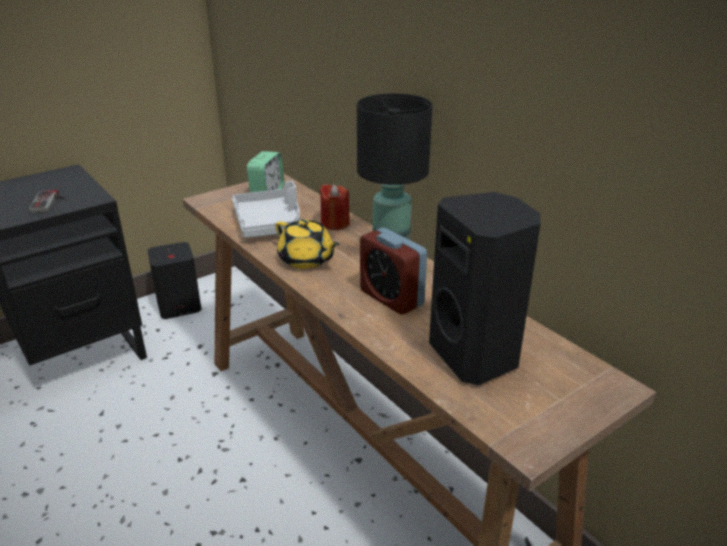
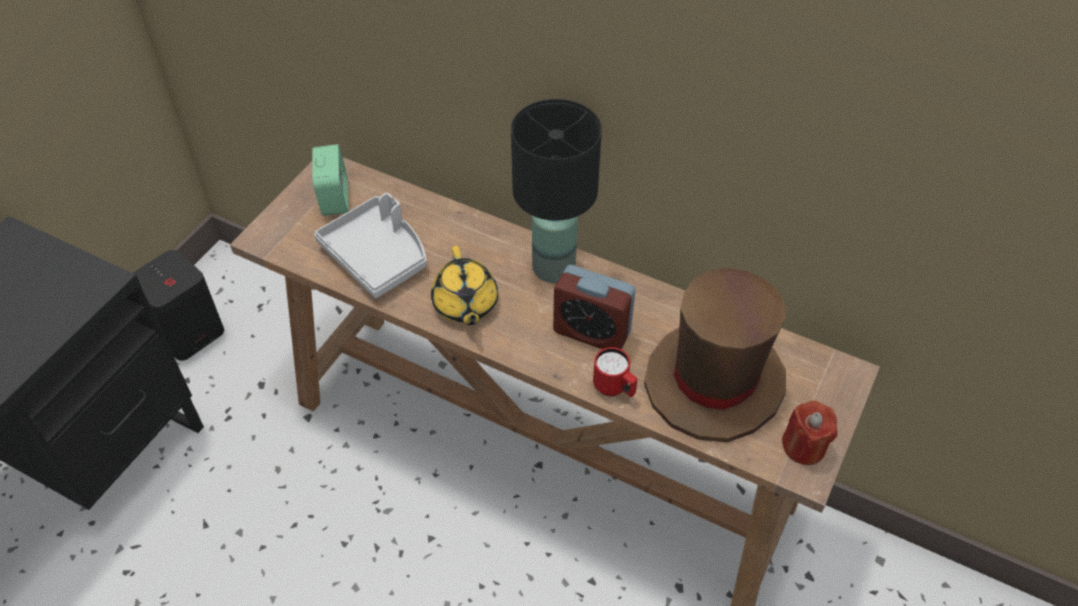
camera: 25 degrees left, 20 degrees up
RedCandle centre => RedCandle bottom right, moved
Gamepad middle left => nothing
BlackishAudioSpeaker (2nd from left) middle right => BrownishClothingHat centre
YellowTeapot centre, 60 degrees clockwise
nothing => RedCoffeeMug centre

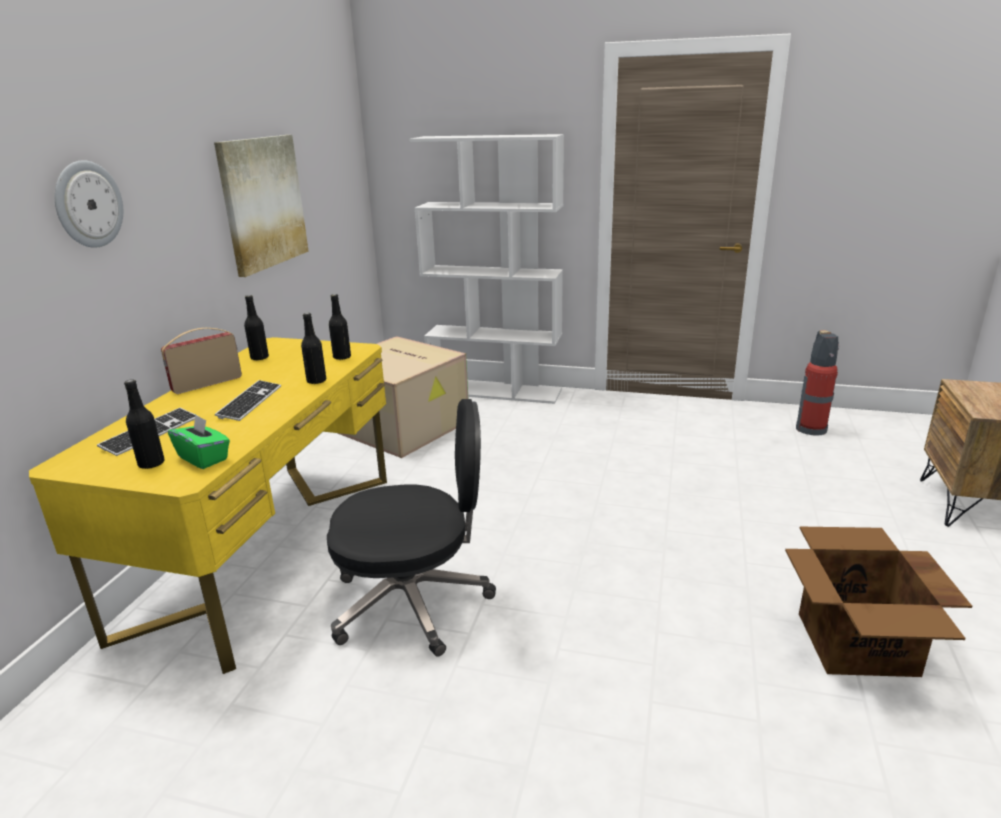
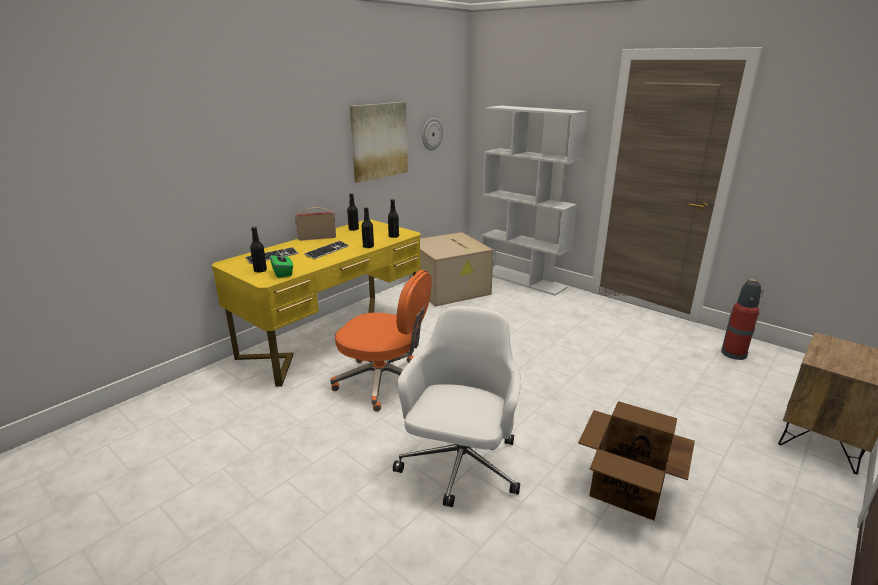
camera: 25 degrees right, 0 degrees up
ClockOnTheWall top left => ClockOnTheWall top centre, moved
BlackishDeskChair centre => OrangeColouredDeskChair centre
nothing => WhitishDeskChair bottom centre

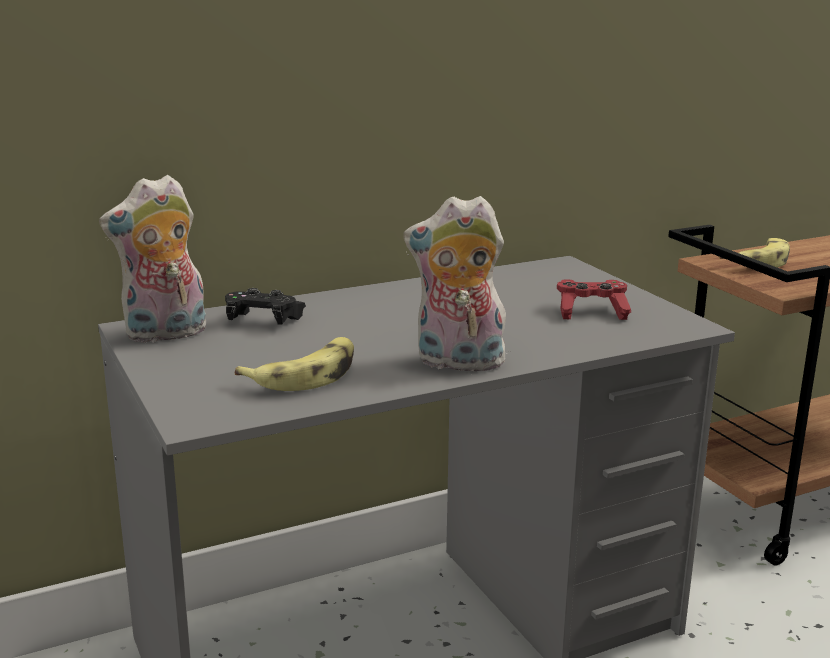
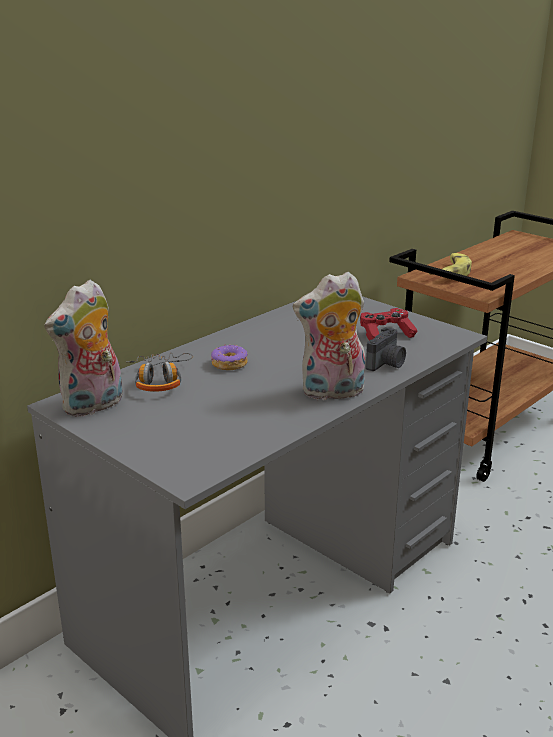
camera: 20 degrees left, 5 degrees up
BlackishGamepad middle left => Headset middle left
Banana (1st from left) centre => nothing
nothing => StillCamera middle right
nothing => Doughnut centre

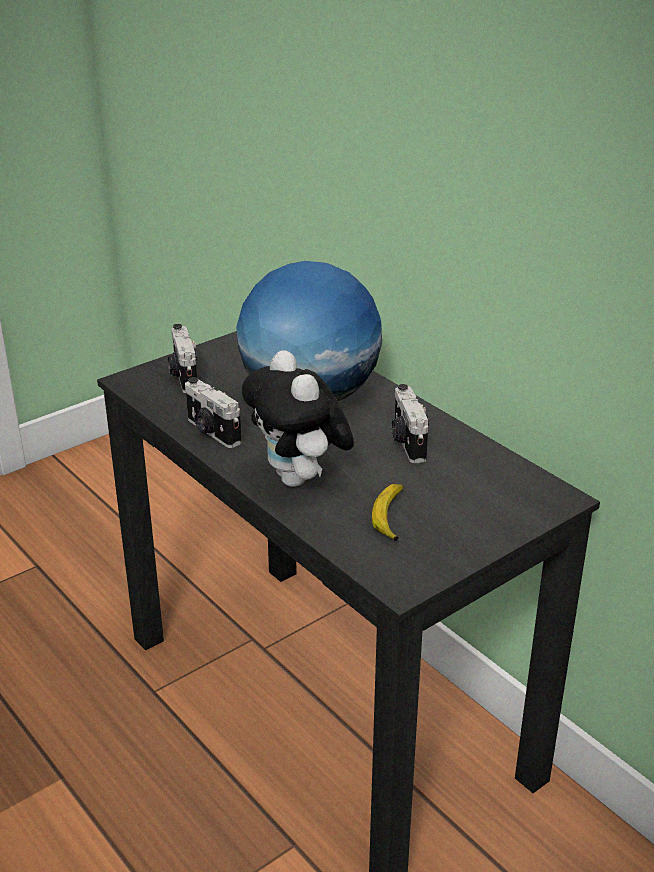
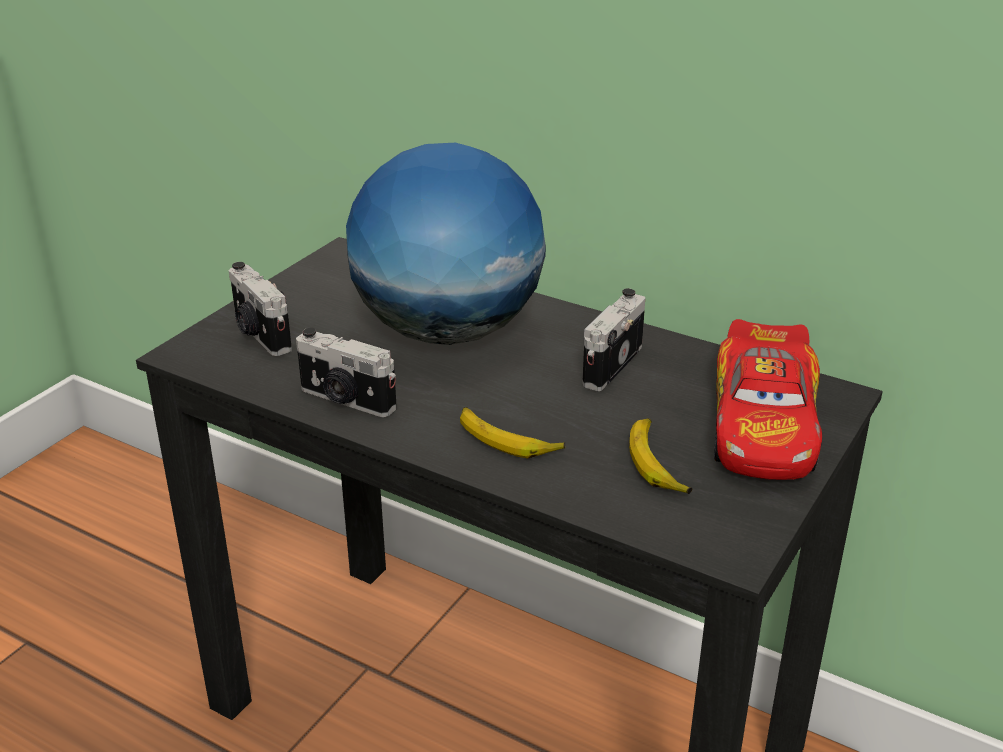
camera: 20 degrees left, 0 degrees up
SoftToy centre => Banana (1st from left) centre
StillCamera (3rd from left) centre, 60 degrees clockwise
nothing => MiniatureCar middle right

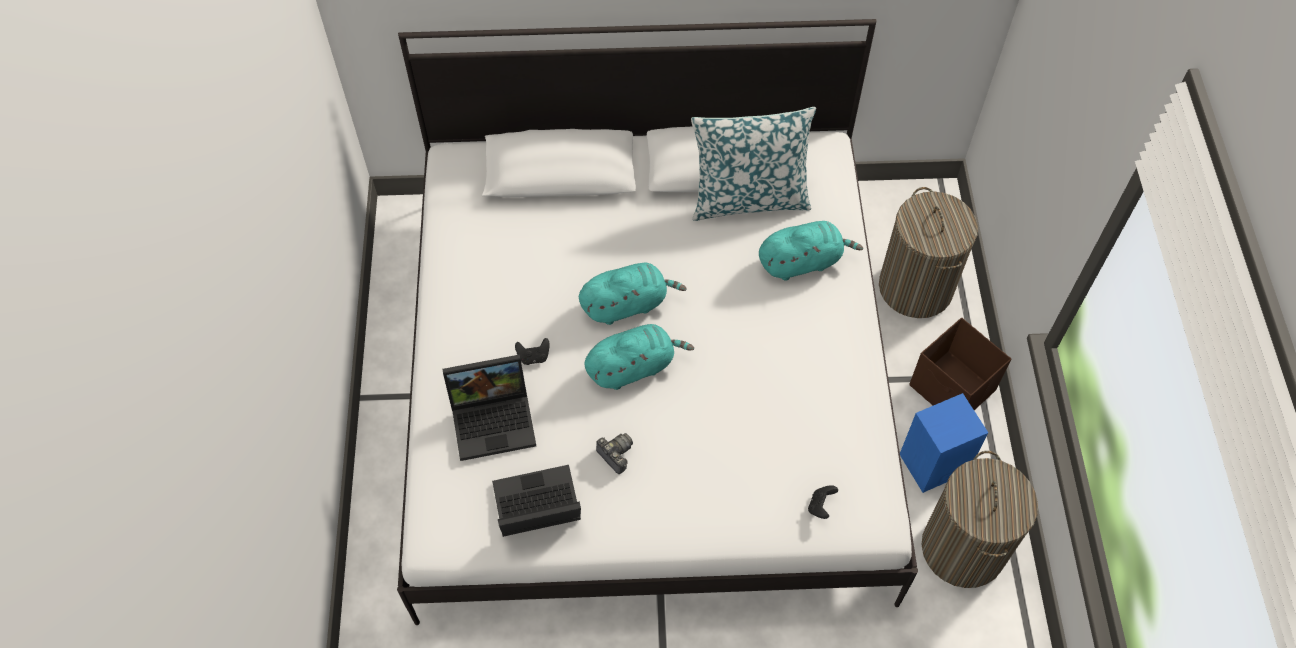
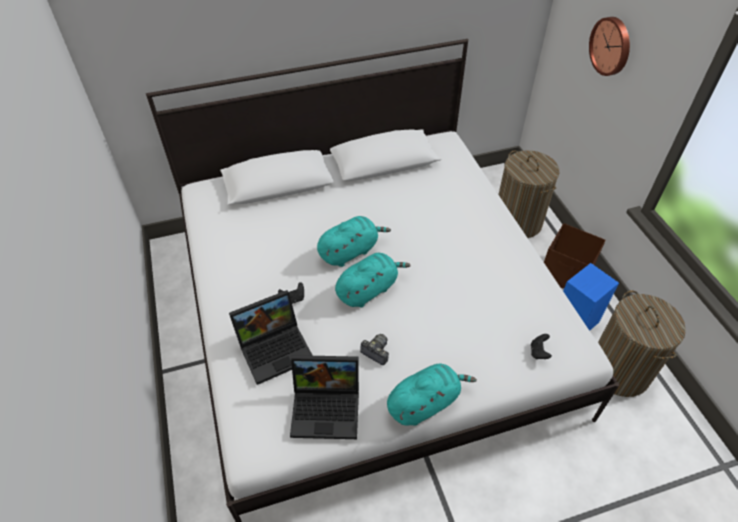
camera: 15 degrees left, 10 degrees down
Pillow top centre => nothing
BlueGreenSoftToy (3rd from left) centre => BlueGreenSoftToy (3rd from left) bottom centre, moved
Laptop (2nd from left) bottom centre, 150 degrees counterclockwise
nothing => ClockOnTheWall top right

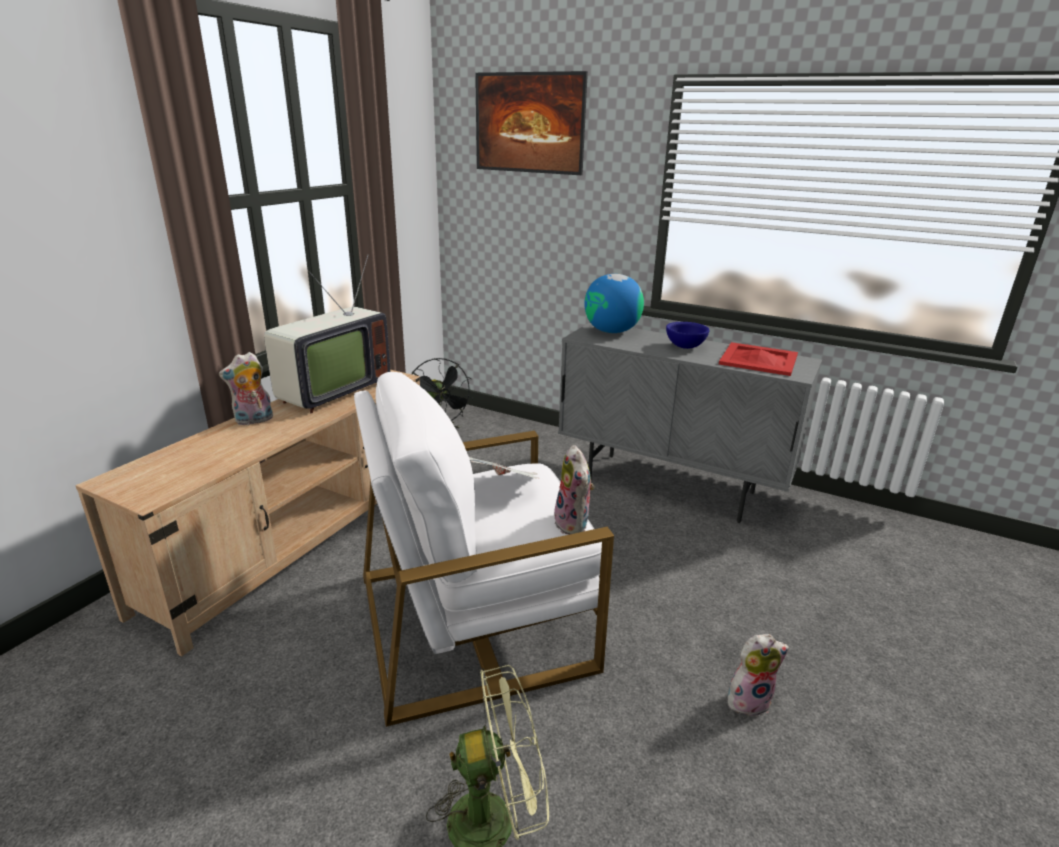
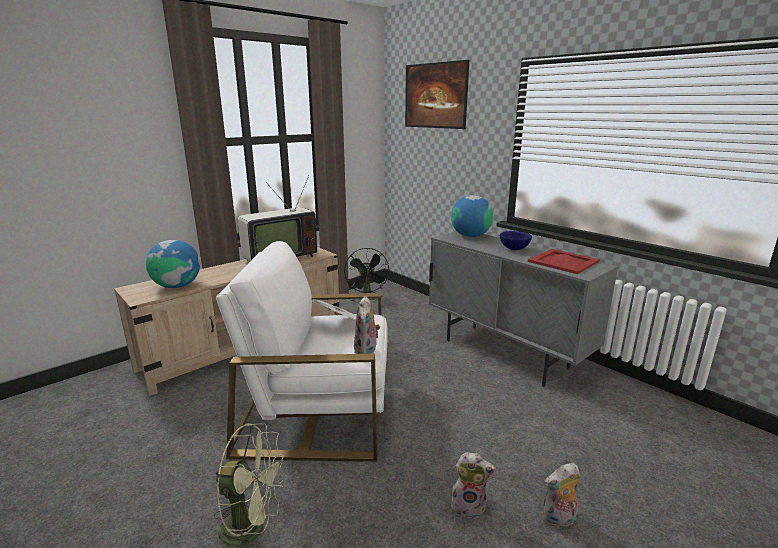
camera: 20 degrees right, 5 degrees down
SoftToy (1st from left in the first image) middle left => SoftToy (3rd from left) bottom right, moved
nothing => Globe (1st from left) middle left

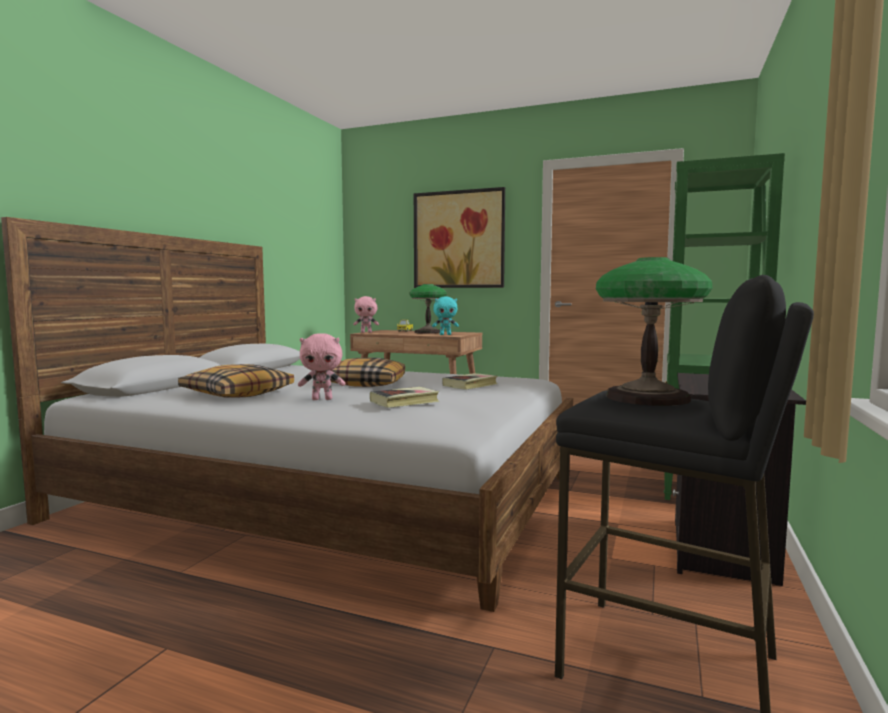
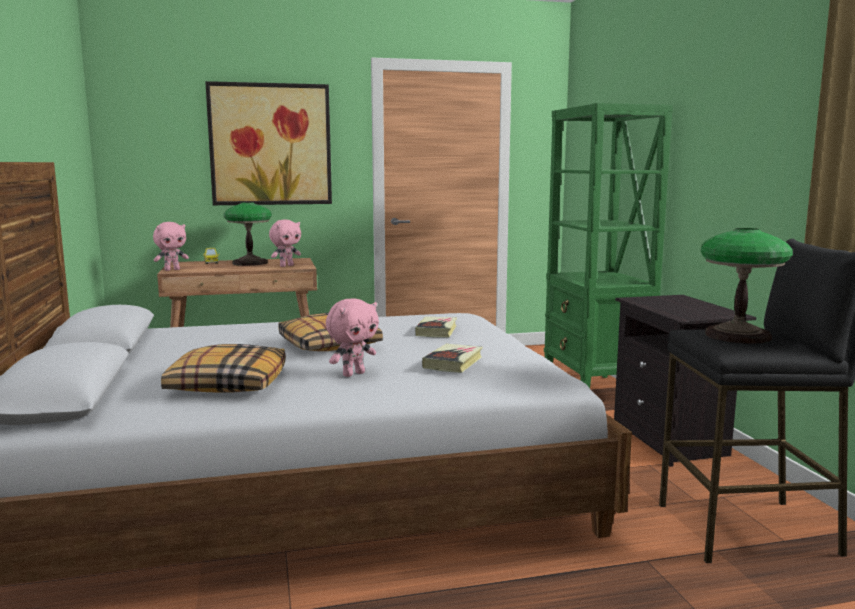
camera: 35 degrees left, 5 degrees up
BlueGreenSoftToy centre => PinkishSoftToy (2nd from left) centre

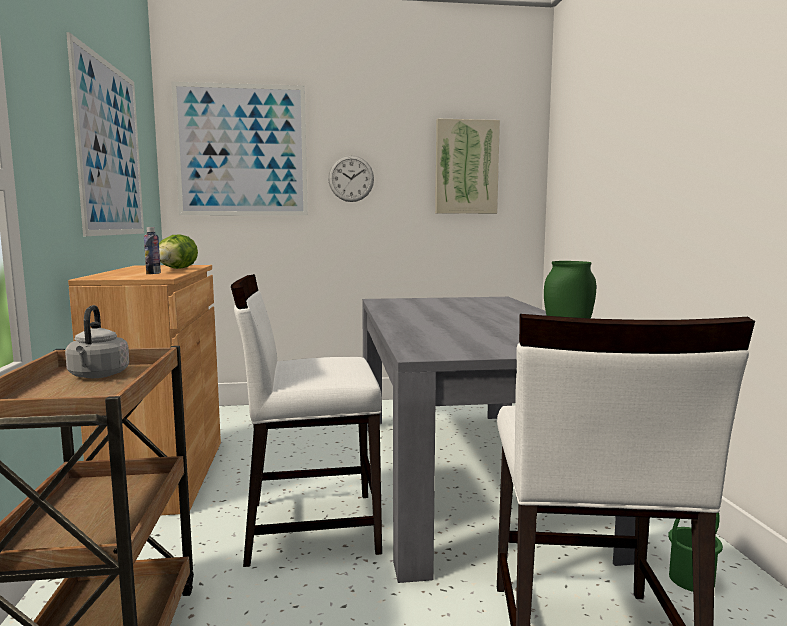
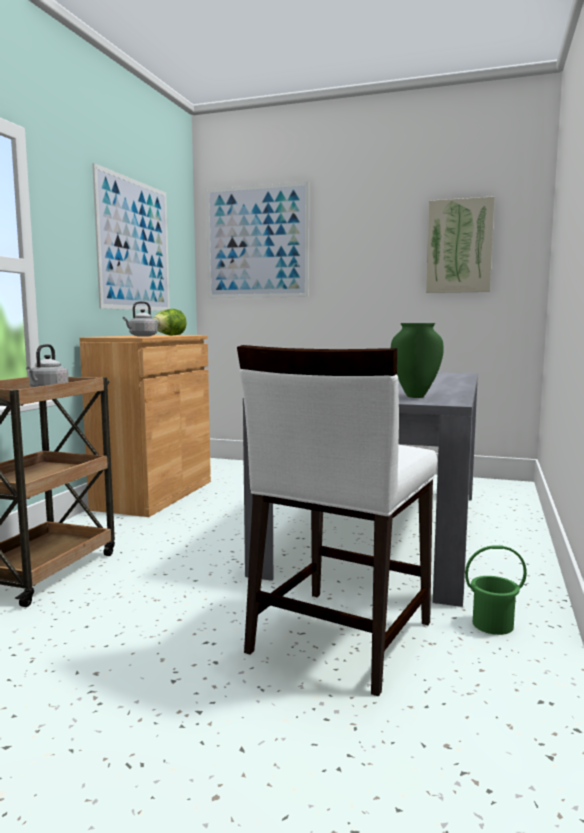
camera: 25 degrees right, 0 degrees up
ClockOnTheWall top centre => nothing
BeverageBottle middle left => GrayKettle (2nd from left) middle left
WhitishUprightChair (1st from left) bottom centre => nothing

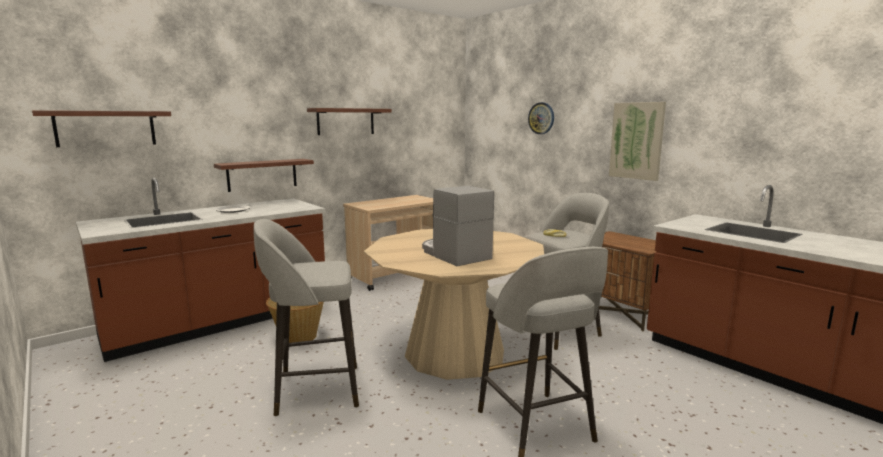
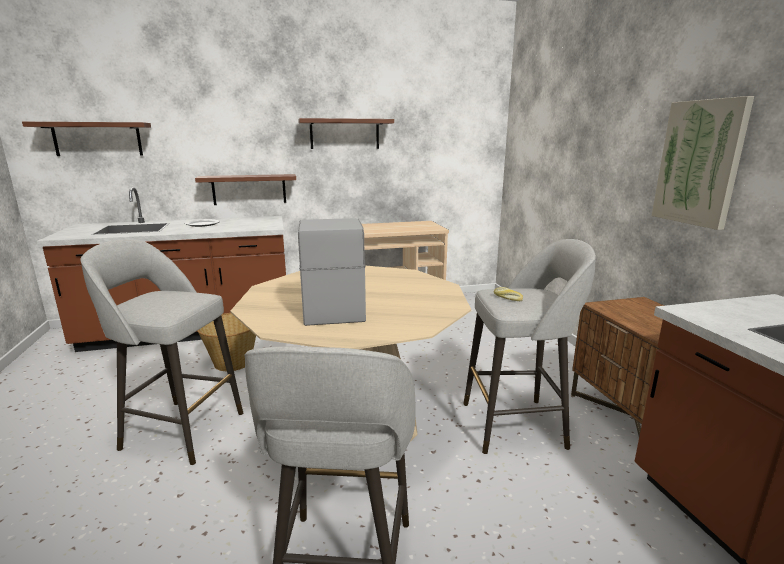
camera: 25 degrees right, 5 degrees up
ClockOnTheWall top centre => nothing

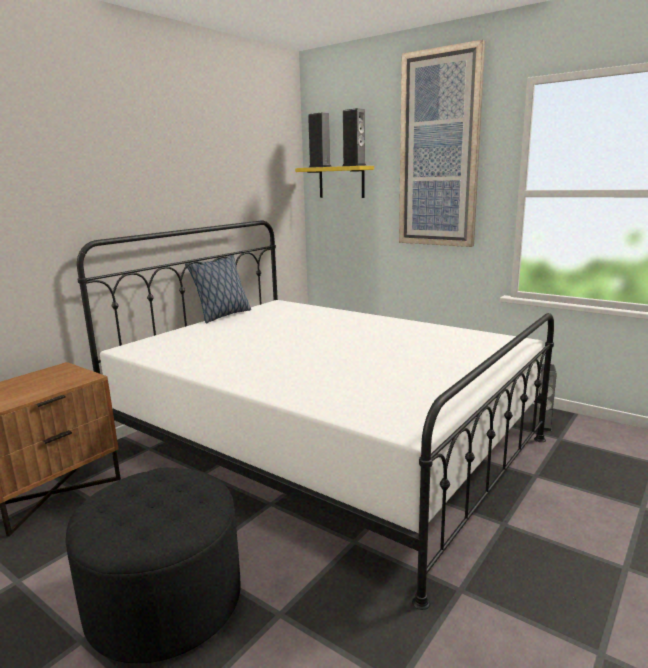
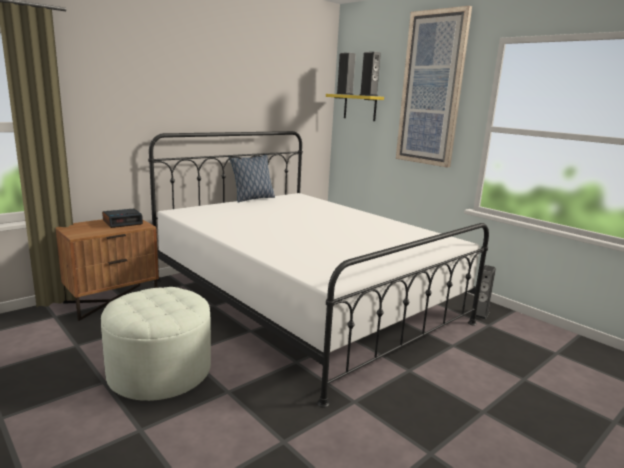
camera: 10 degrees right, 0 degrees up
BlackishPouffe bottom left => WhitishPouffe bottom left
nothing => TableClock middle left

